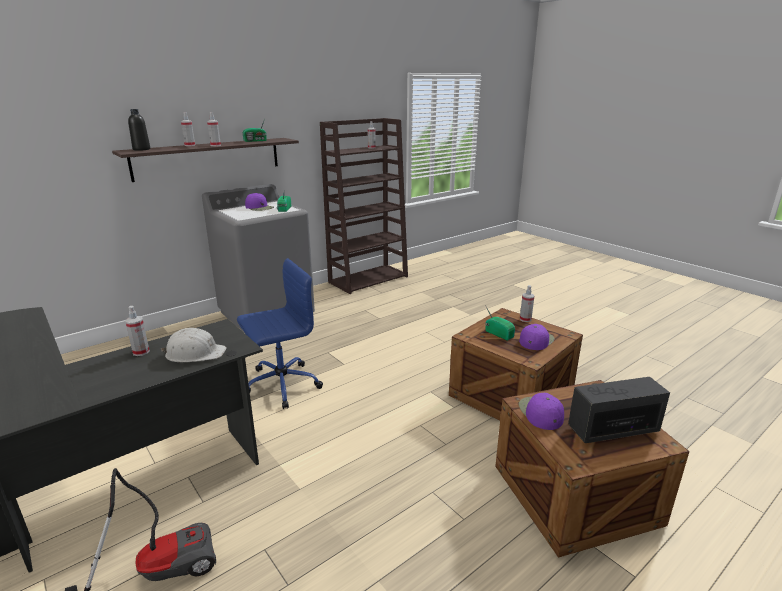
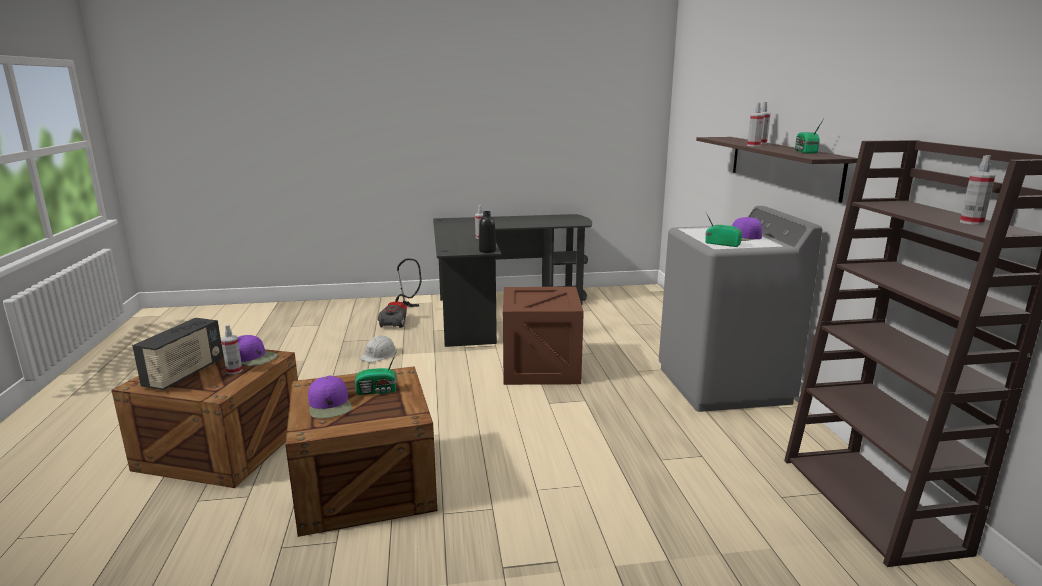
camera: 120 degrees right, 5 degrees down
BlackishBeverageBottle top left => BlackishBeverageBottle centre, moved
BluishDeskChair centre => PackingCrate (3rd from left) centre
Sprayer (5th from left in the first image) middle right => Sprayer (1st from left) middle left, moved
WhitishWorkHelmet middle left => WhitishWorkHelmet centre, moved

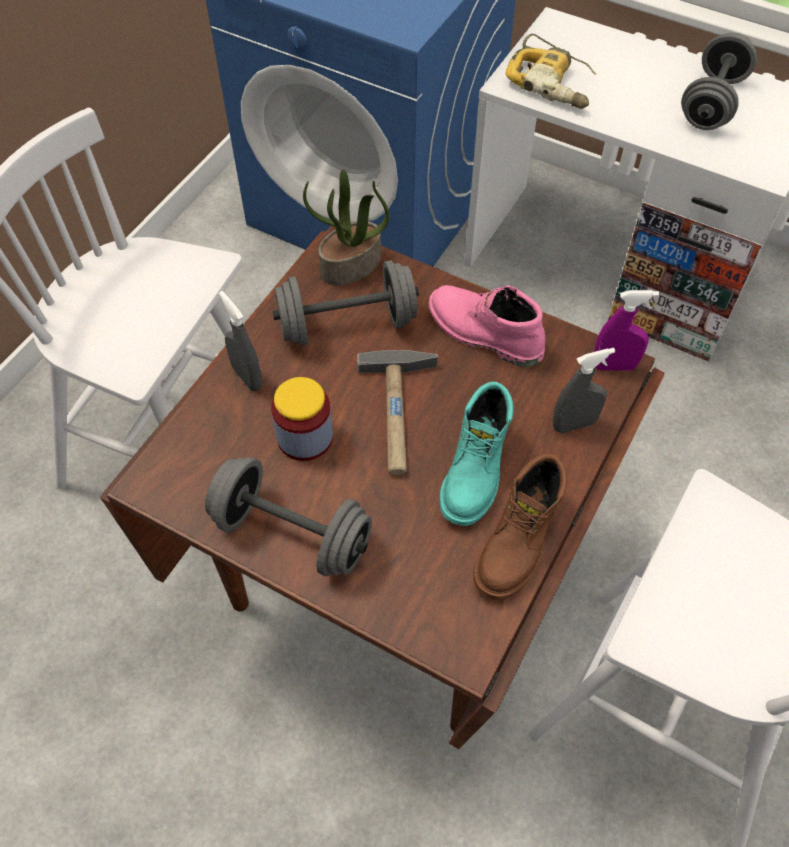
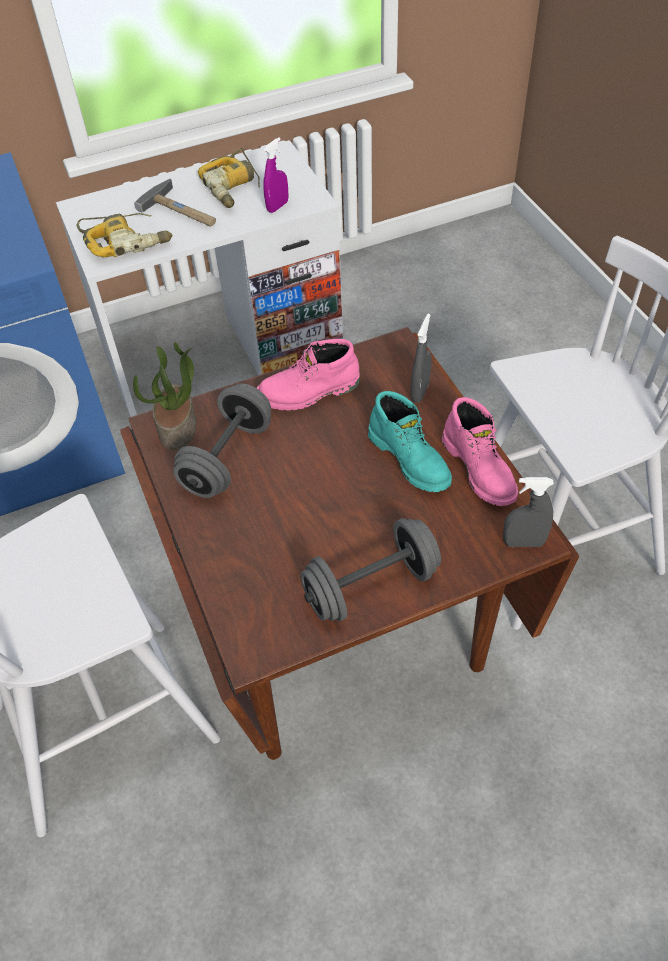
camera: 50 degrees left, 5 degrees down
GrayHandWeight (3rd from left) top right => ElectricDrill (2nd from left) top centre
PurpleColouredSprayer middle right => PurpleColouredSprayer top centre, moved
GraySprayer (1st from left in the first image) middle left => GraySprayer (2nd from left) middle right, moved
Hammer centre => Hammer top left, moved
StorageJar centre => nothing
BrownishBoot centre => PinkishBoot (2nd from left) middle right

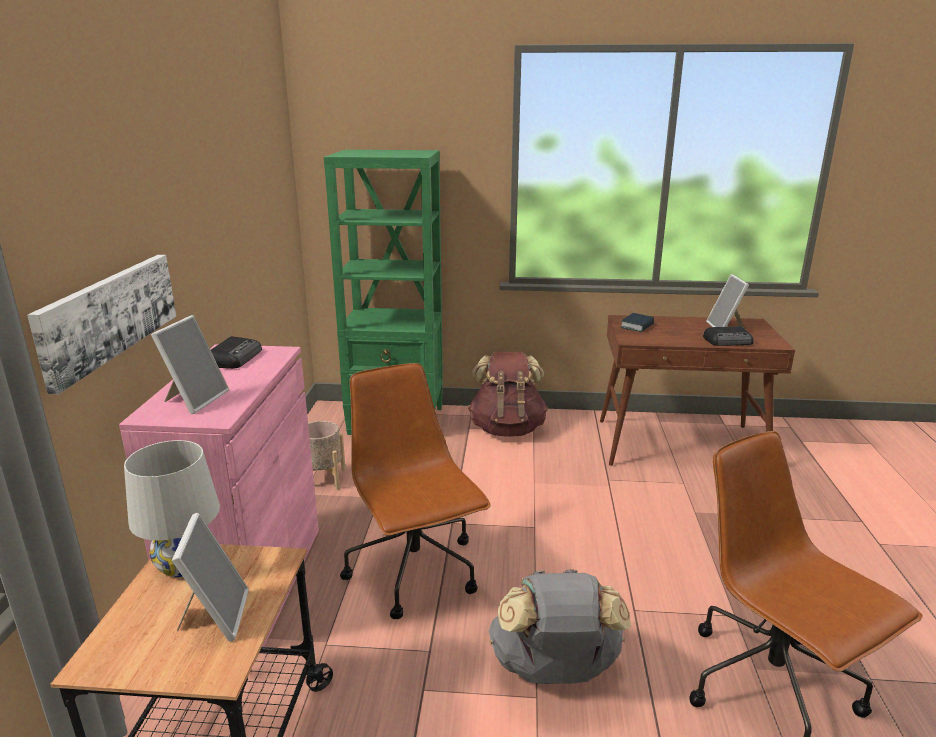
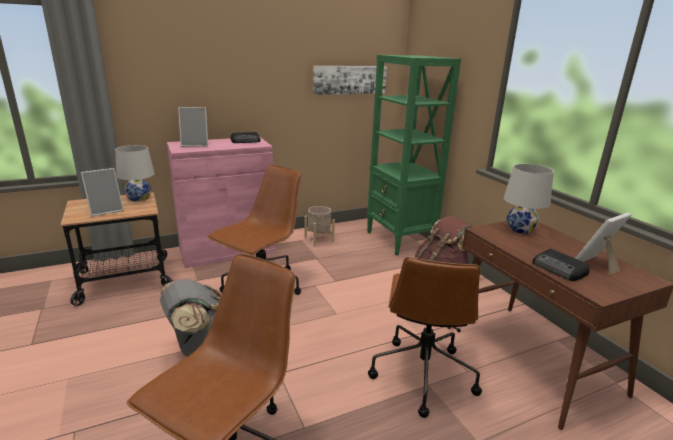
camera: 60 degrees right, 0 degrees up
WallArt middle left => WallArt top centre, moved
Book middle right => WhitishTableLamp (2nd from left) middle right
nothing => BrownishDeskChair (3rd from left) bottom centre

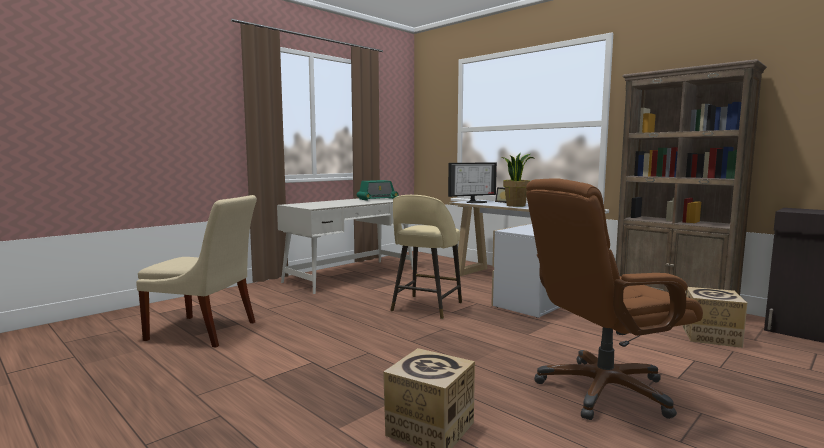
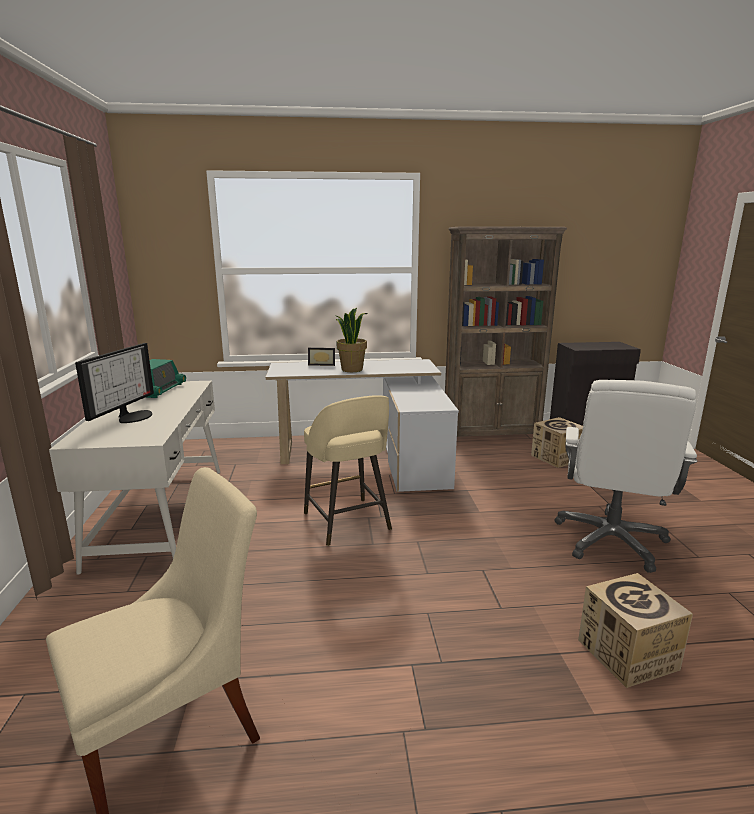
camera: 50 degrees left, 10 degrees up
ComputerScreen centre => ComputerScreen middle left, moved
BrownishDeskChair bottom right => WhitishDeskChair middle right

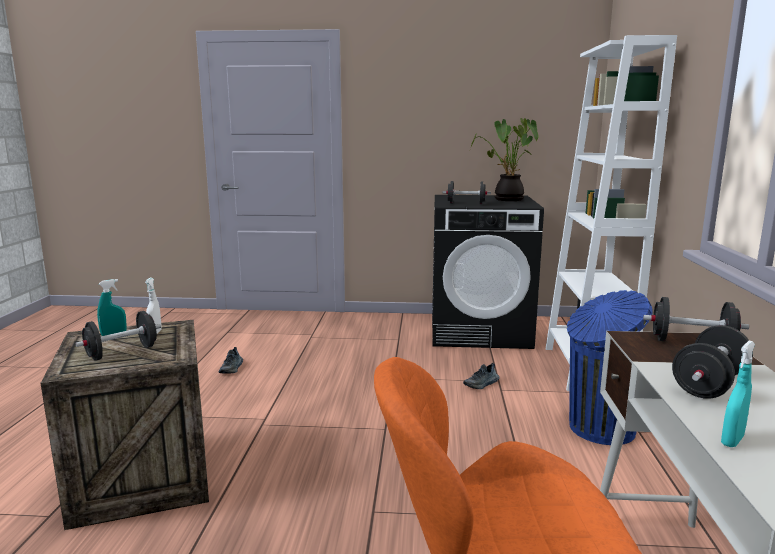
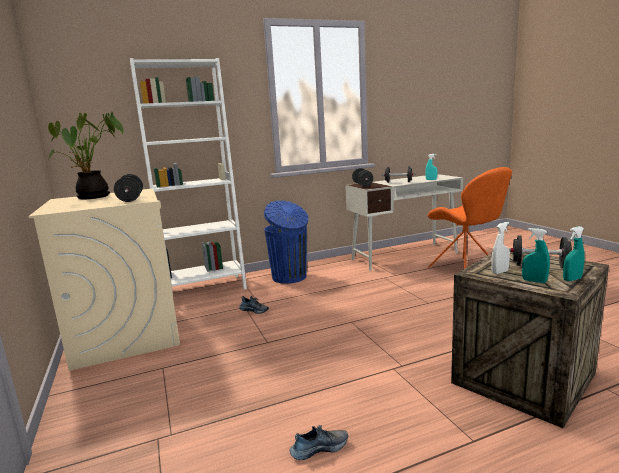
camera: 115 degrees left, 0 degrees up
BlackishLaundryAppliance centre => SandColouredLaundryAppliance middle left
nothing => BlueGreenSprayer (3rd from left) middle right

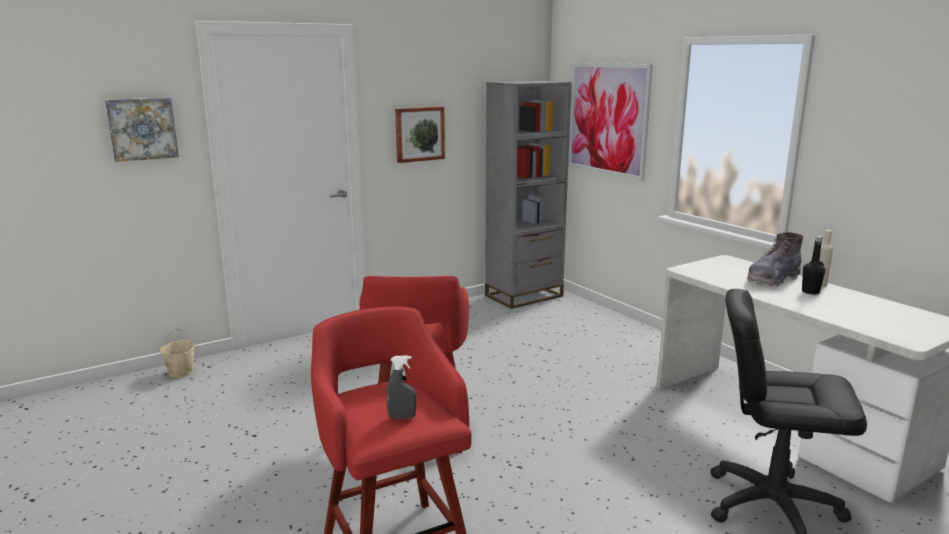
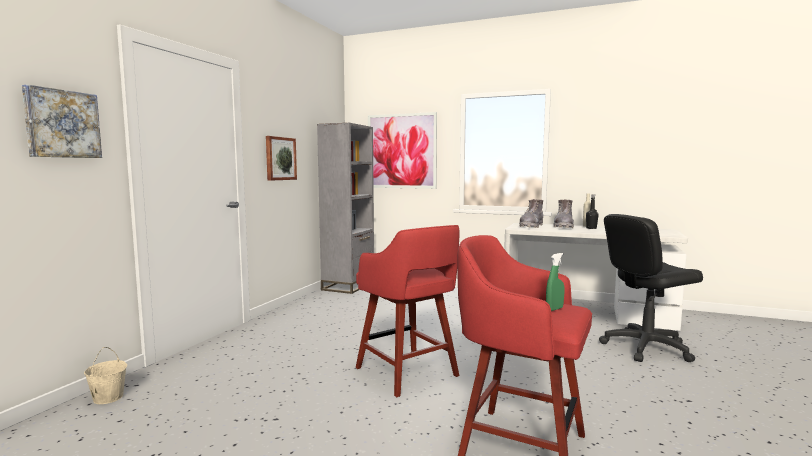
camera: 35 degrees left, 10 degrees down
GraySprayer bottom centre => GreenSprayer middle right
nothing => GrayBoot (1st from left) centre

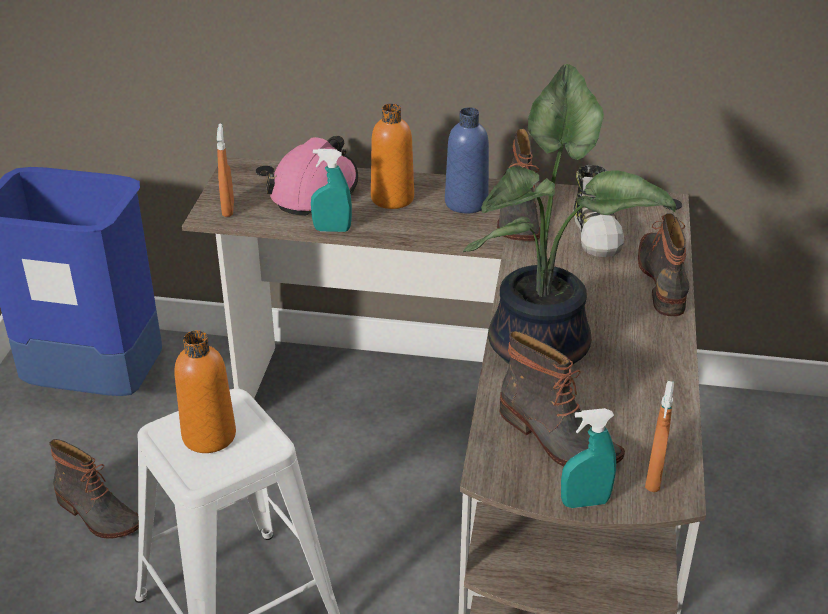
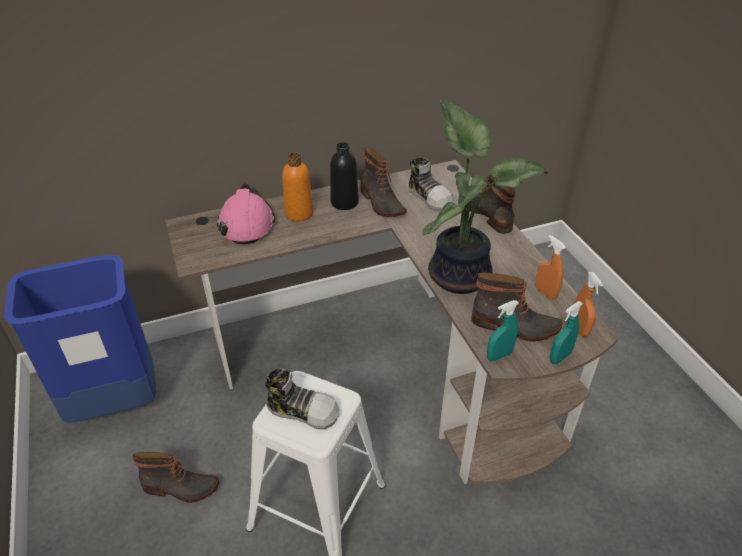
camera: 30 degrees left, 5 degrees up
BluishBeverageBottle top centre => BlackishBeverageBottle top centre
OrangeColouredSprayer (1st from left) top left => OrangeColouredSprayer (1st from left) middle right, moved
BlueGreenSprayer (1st from left) top centre => BlueGreenSprayer (1st from left) middle right, moved
OrangeColouredBeverageBottle (1st from left) middle left => LowShoe (1st from left) bottom centre

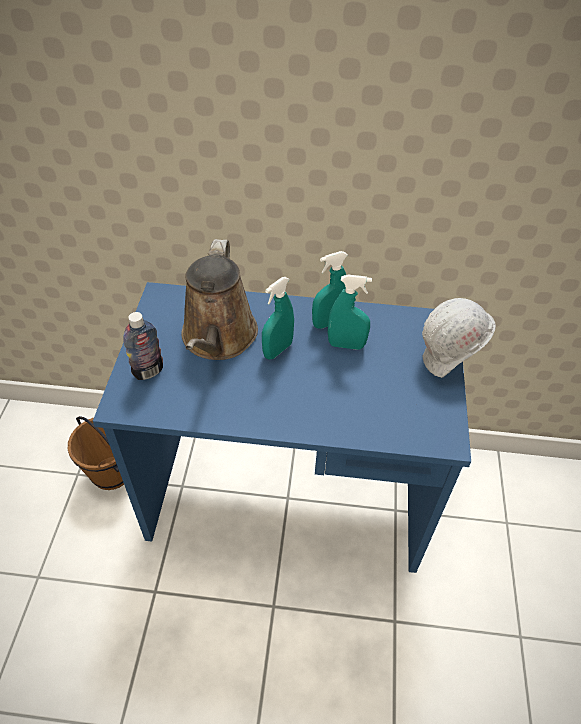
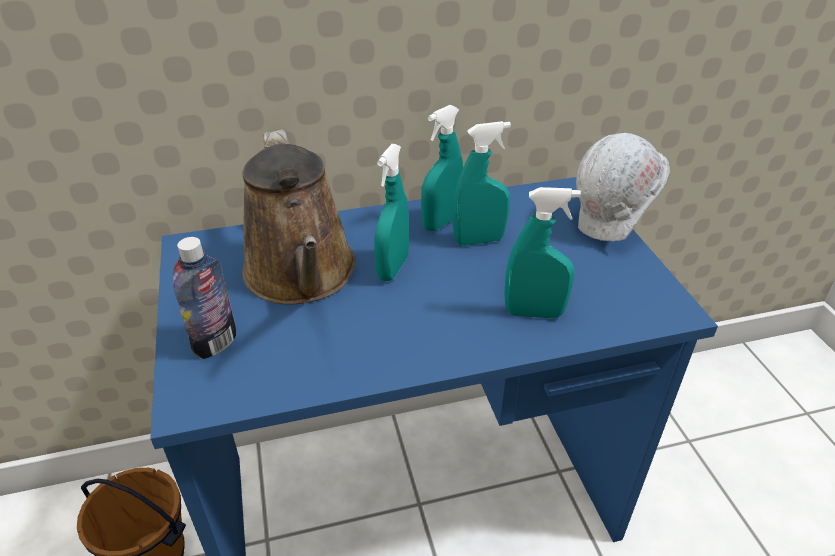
camera: 20 degrees left, 10 degrees down
nothing => BlueGreenSprayer (4th from left) centre

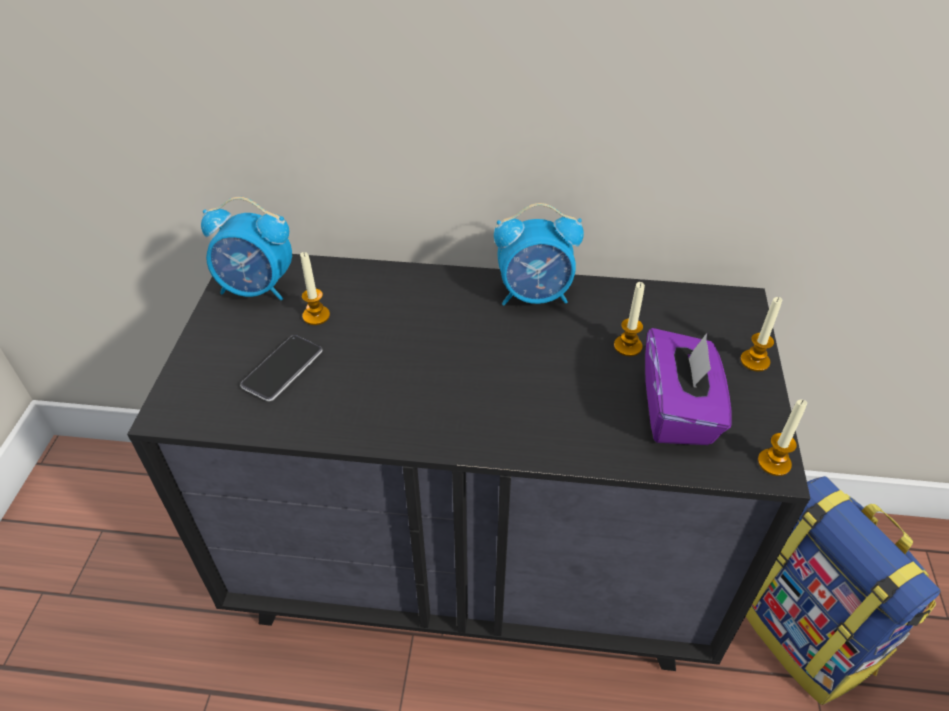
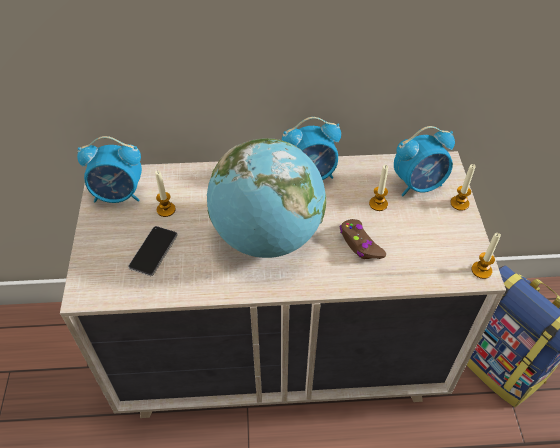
camera: 10 degrees left, 5 degrees up
BlackishChestOfDrawers centre => SandColouredChestOfDrawers centre
PurpleColouredTissueBox middle right => nothing
nothing => TableClock (3rd from left) middle right
nothing => Globe centre
nothing => BrownishGamepad centre

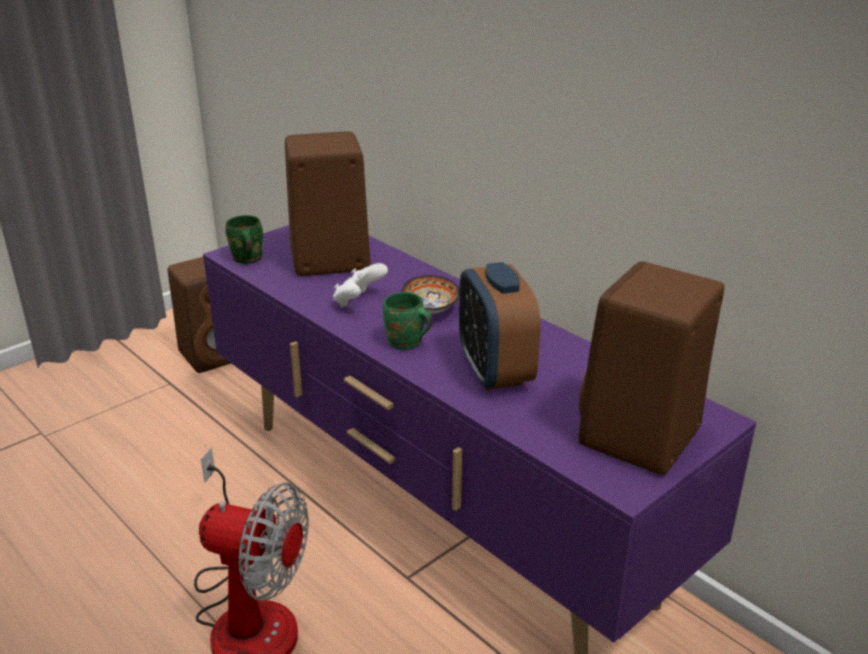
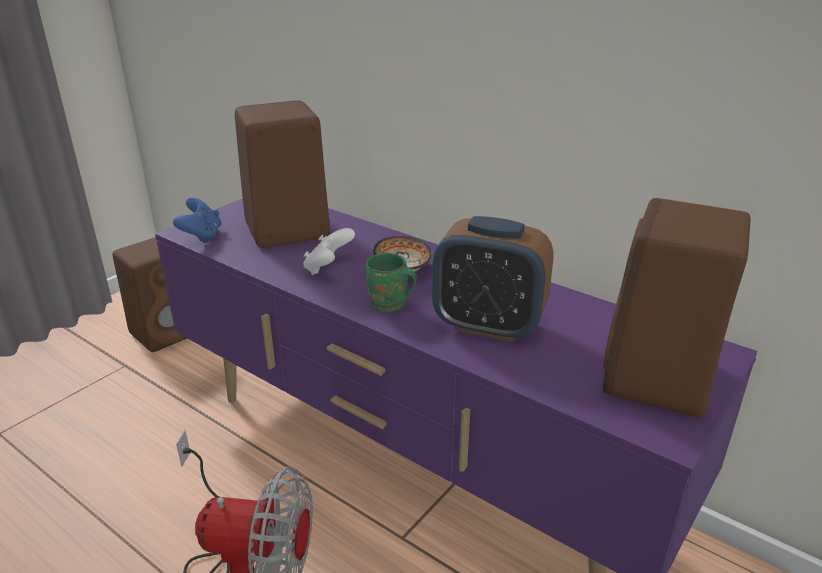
camera: 10 degrees left, 0 degrees up
GreenCoffeeMug (1st from left) middle left => BluishGamepad middle left
TableClock centre, 45 degrees counterclockwise

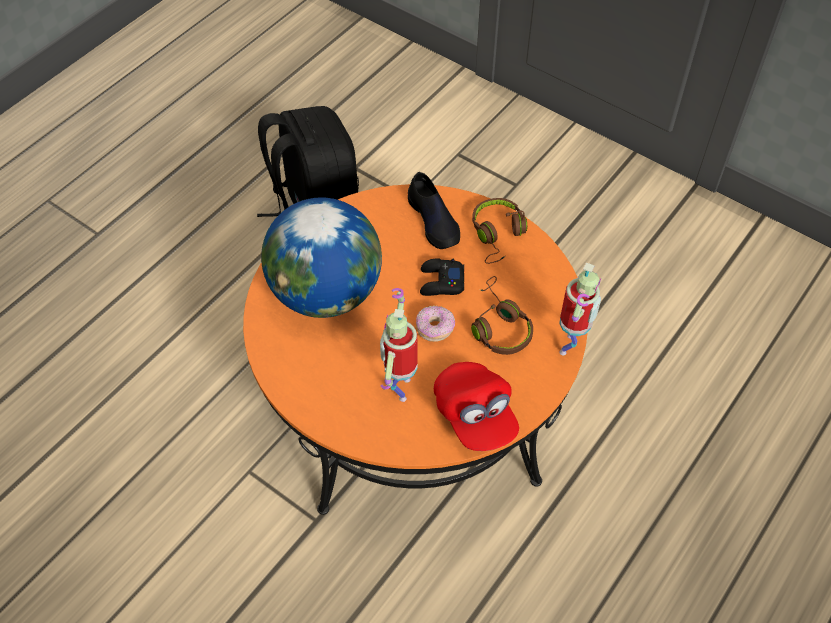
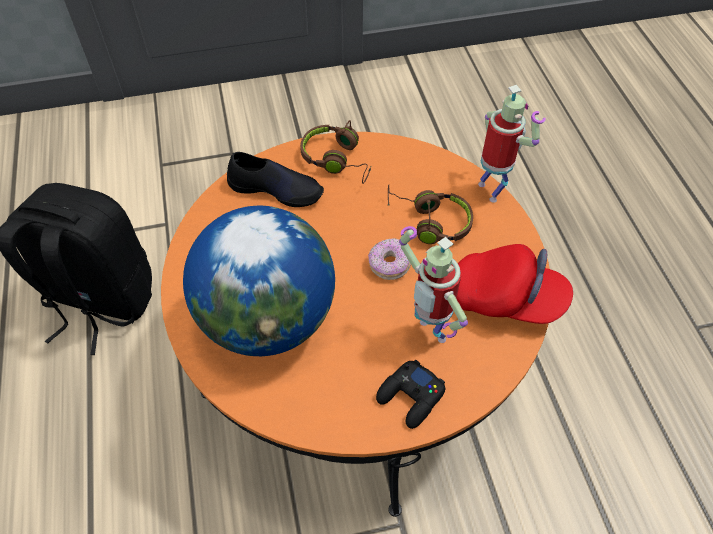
camera: 50 degrees left, 0 degrees up
BlackishGamepad centre => BlackishGamepad bottom centre, moved

